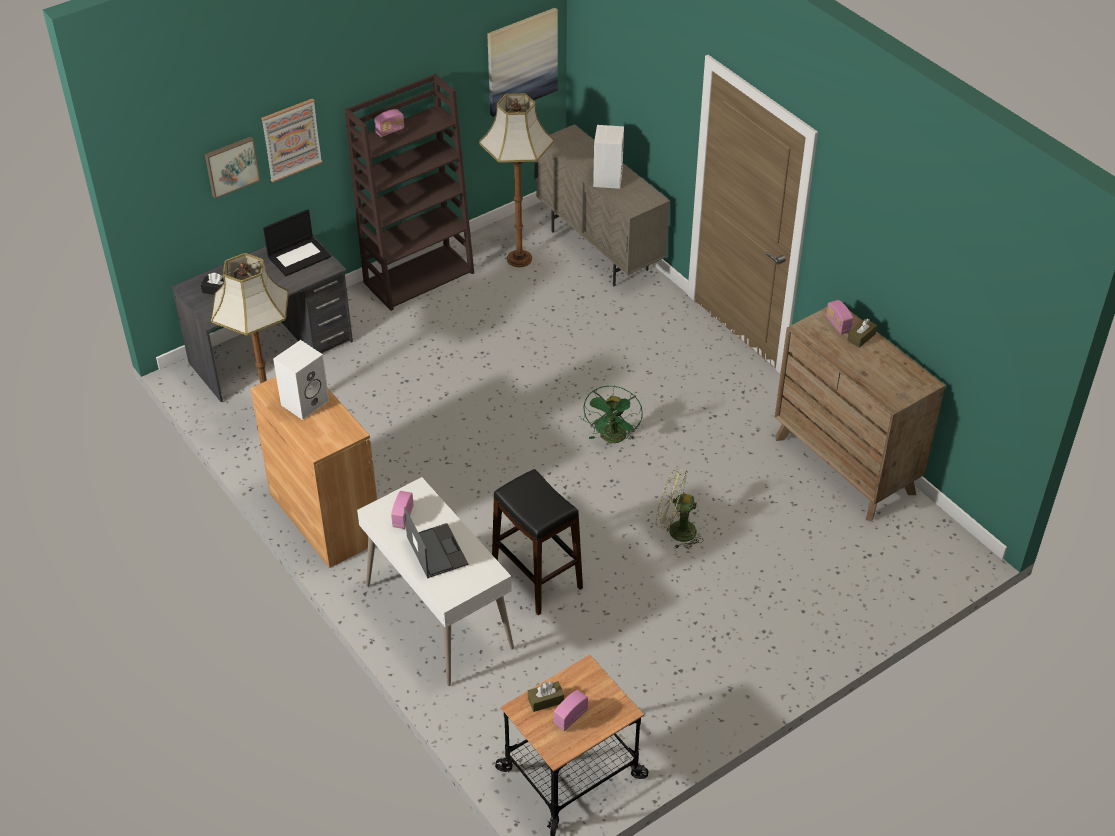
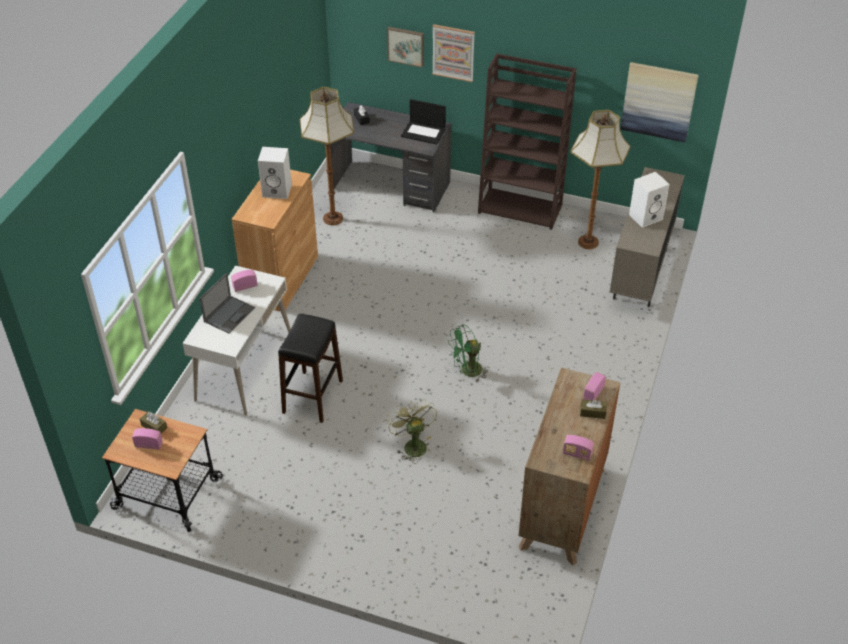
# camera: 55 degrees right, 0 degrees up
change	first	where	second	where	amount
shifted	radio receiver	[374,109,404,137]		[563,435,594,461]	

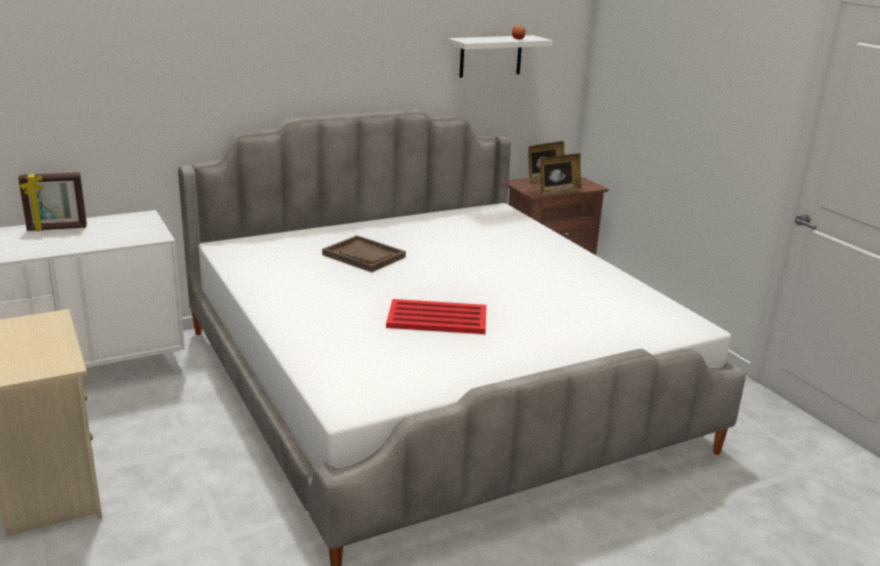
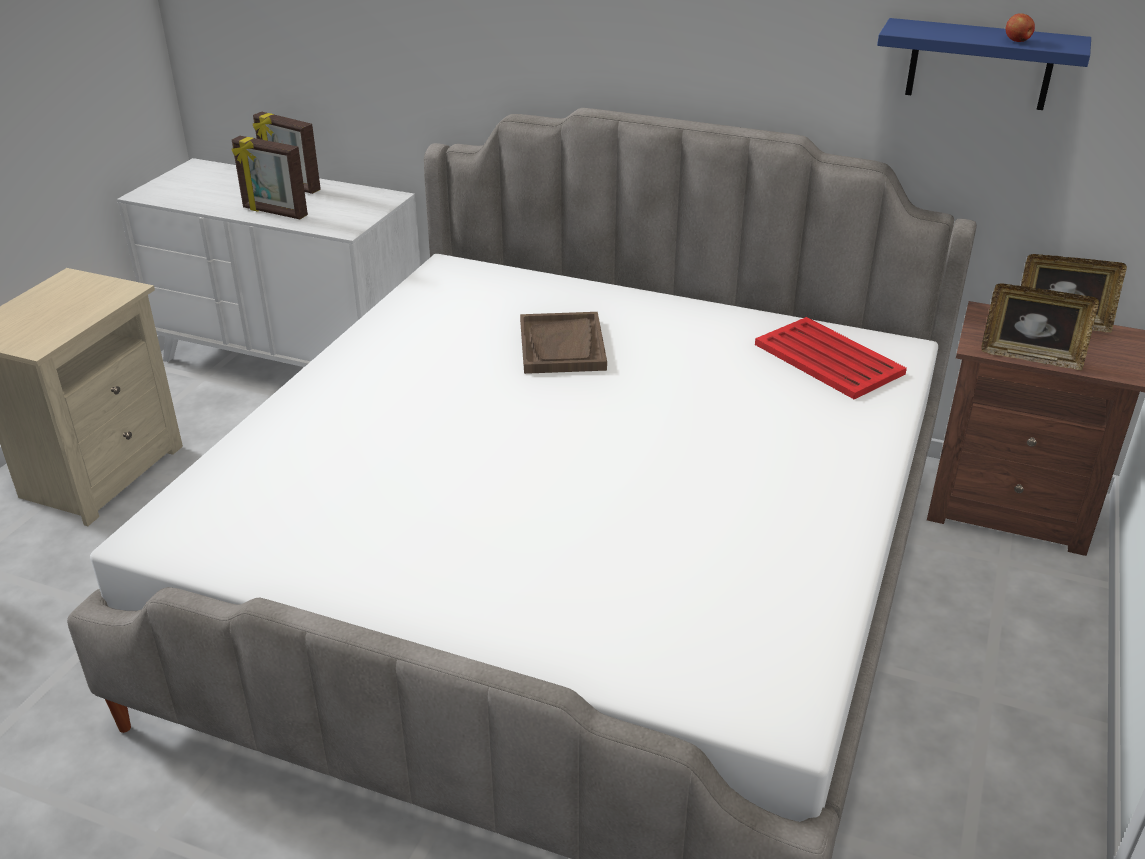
# camera: 50 degrees right, 10 degrees up
change	first	where	second	where	amount
new			standing frame	[232,136,308,219]	
shifted	red tray	[386,299,486,334]		[755,317,907,399]	
repainted	white-coloured shelf	[448,35,553,78]	blue shelf	[877,18,1091,110]	

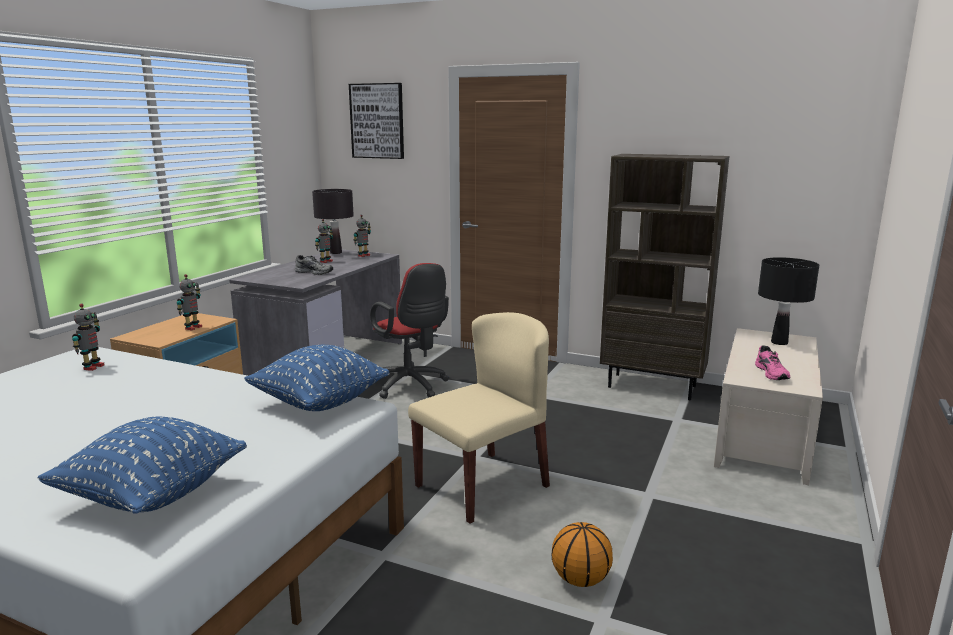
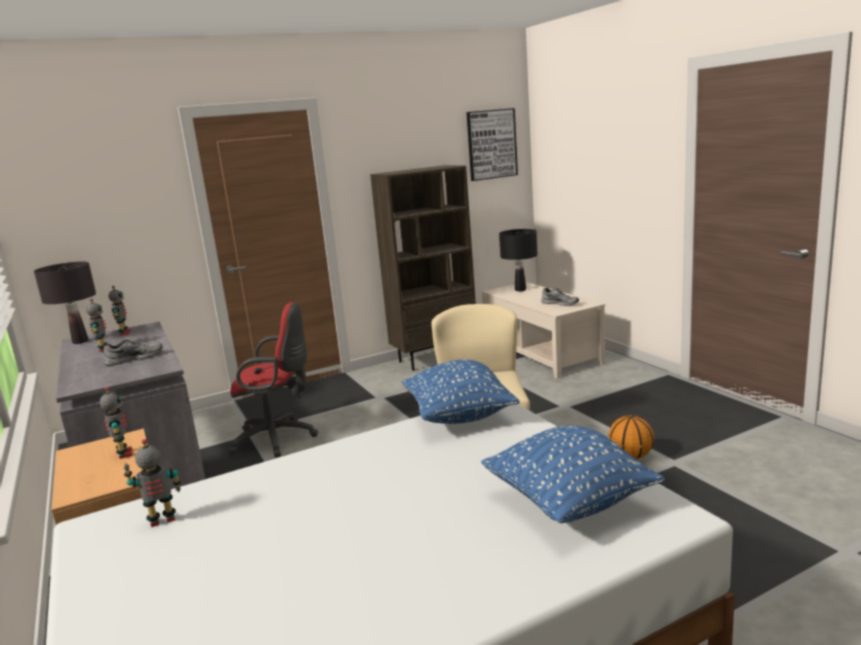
# camera: 50 degrees left, 0 degrees up
change	first	where	second	where	amount
shifted	wall art	[349,83,404,159]		[466,108,518,181]	
repainted	pinkish item of footwear	[755,346,790,380]	greyish item of footwear	[541,288,579,306]	
rotated	robot figure	[72,303,105,371]		[124,439,181,527]	75 degrees counterclockwise

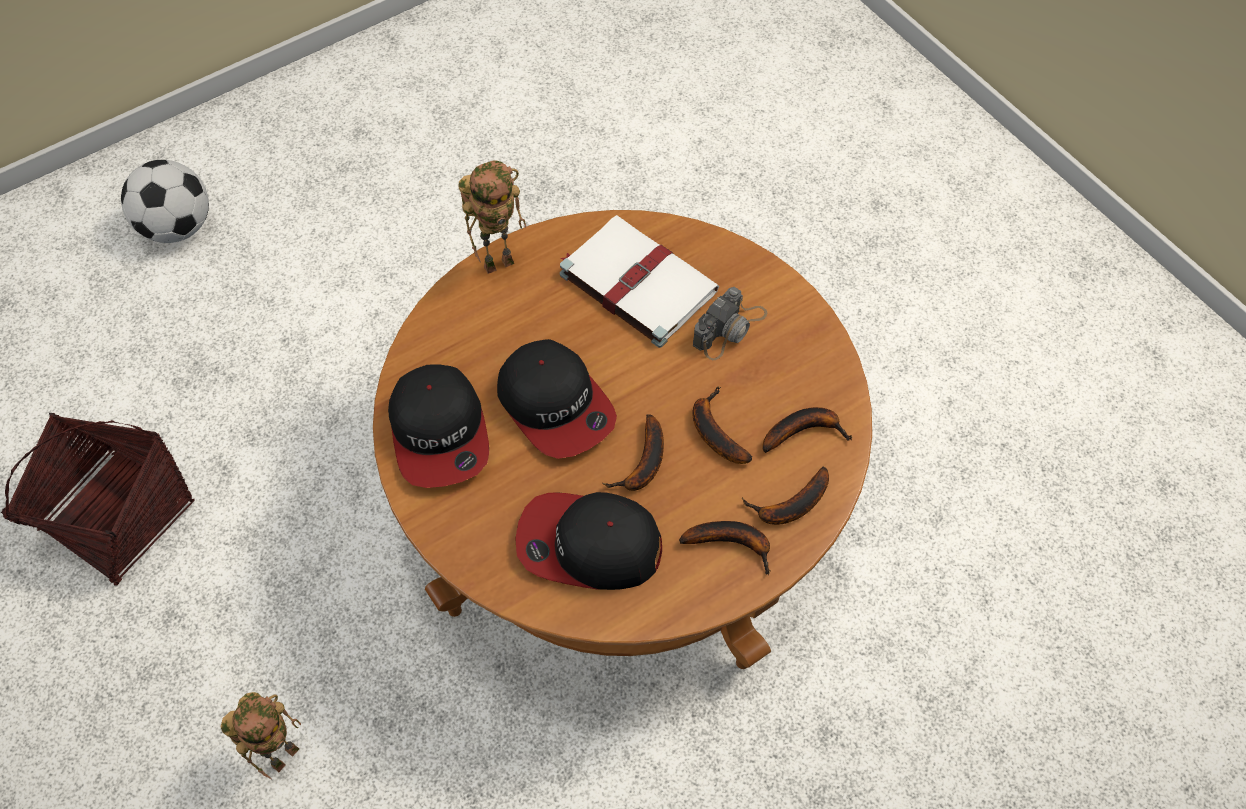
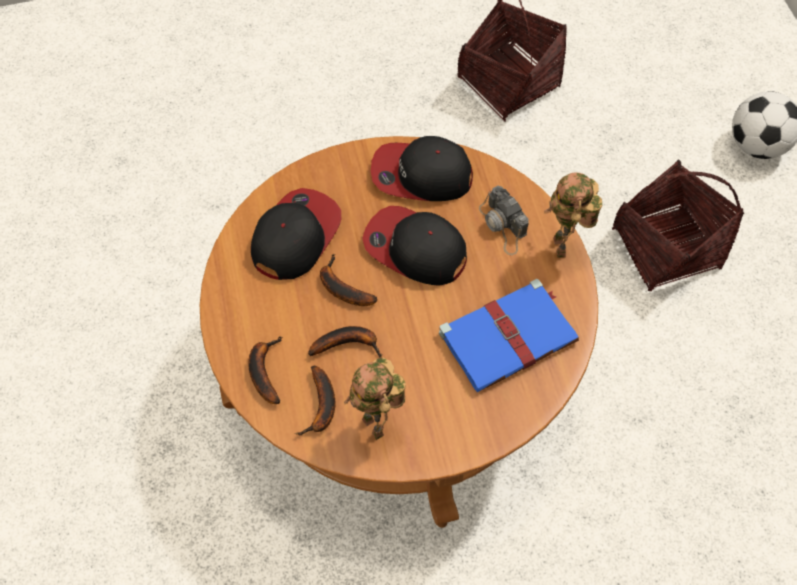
# camera: 110 degrees right, 0 degrees up
change	first	where	second	where	amount
gone	banana	[679,521,770,575]			
new			basket	[612,160,744,291]	
shifted	robot figure	[221,692,301,779]		[344,358,406,440]	
shifted	still camera	[693,287,767,360]		[479,186,529,255]	
repainted	white-coloured volume	[560,215,719,348]	blue volume	[439,279,579,392]	
rotated	baseball cap	[497,339,617,459]		[362,206,467,286]	45 degrees clockwise

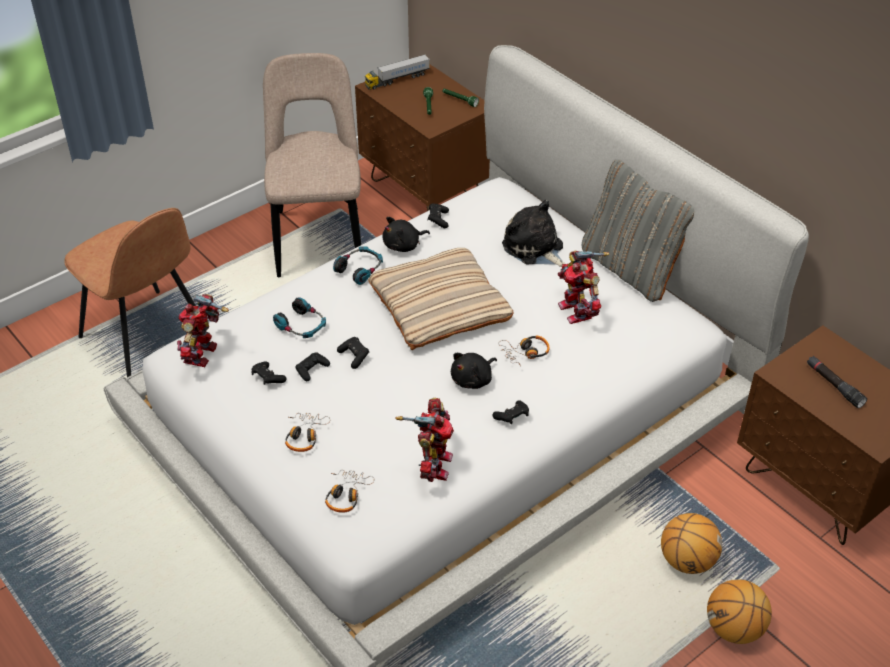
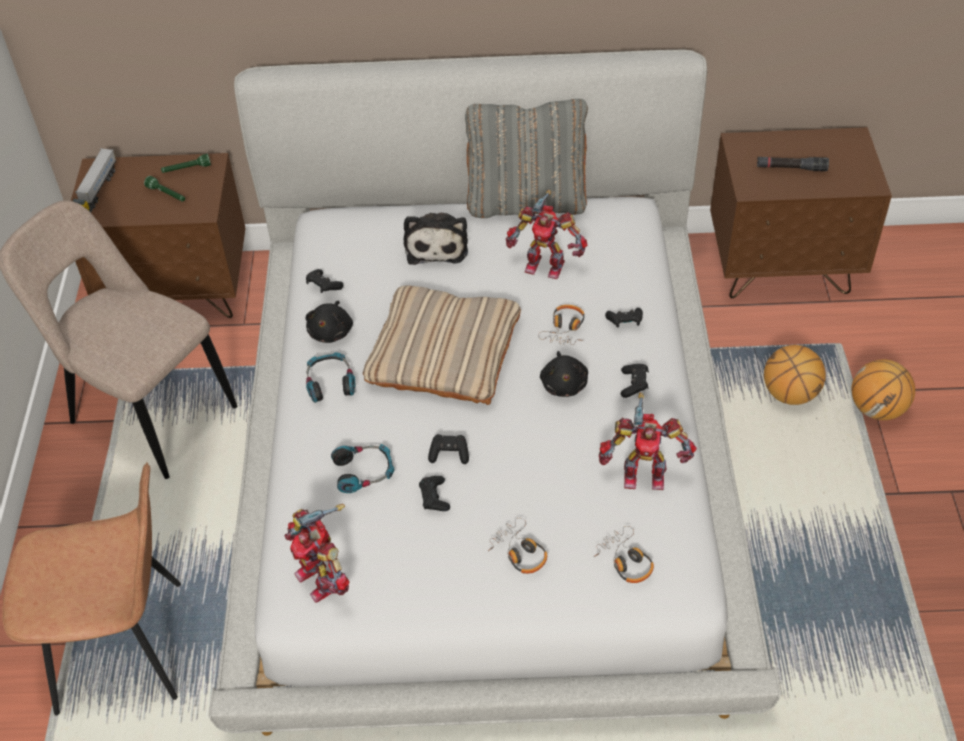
# camera: 50 degrees left, 5 degrees up
change	first	where	second	where	amount
shifted	black-coloured game controller	[252,361,286,385]		[605,308,643,328]	
rotated	robot figure	[396,398,454,482]		[599,392,697,490]	135 degrees clockwise
rotated	cuddly toy	[502,200,565,267]		[404,213,468,265]	90 degrees counterclockwise

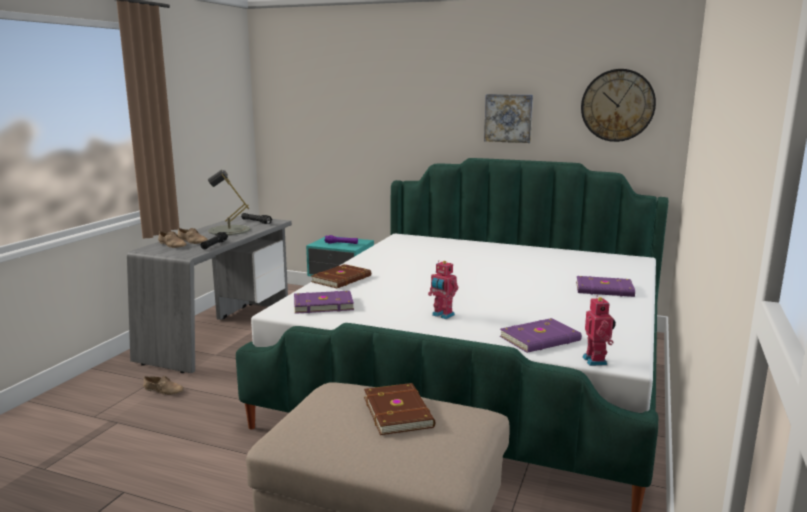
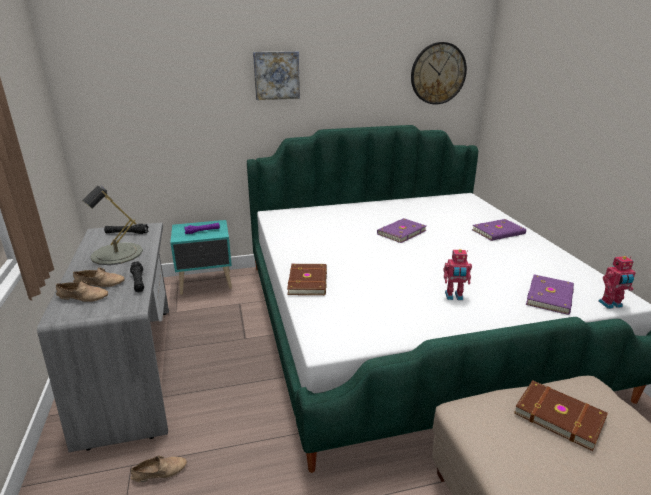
# camera: 35 degrees left, 10 degrees up
change	first	where	second	where	amount
shifted	purple-coloured volume	[294,291,354,314]		[377,218,426,243]	
shifted	wall art	[484,94,533,143]		[253,51,300,100]	
rotated	robot figure	[583,296,616,366]		[599,256,636,309]	120 degrees clockwise

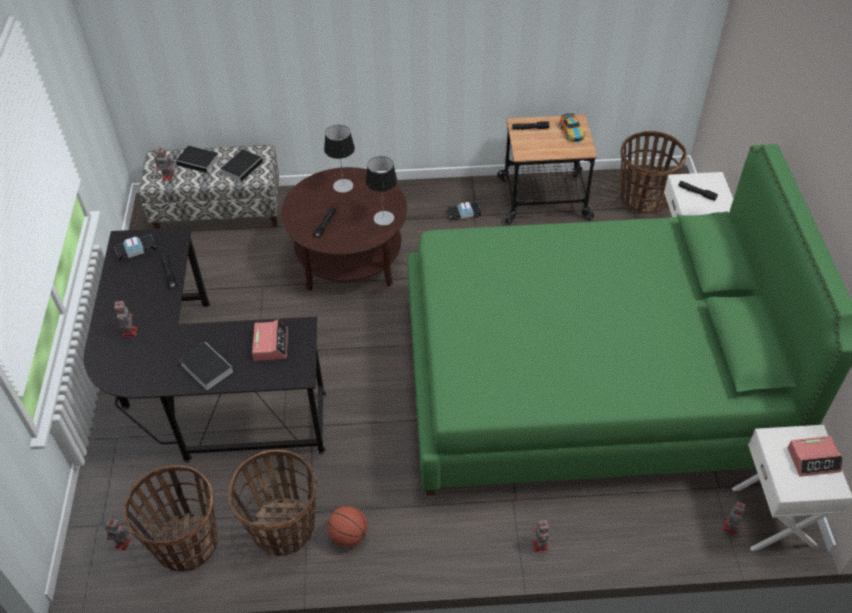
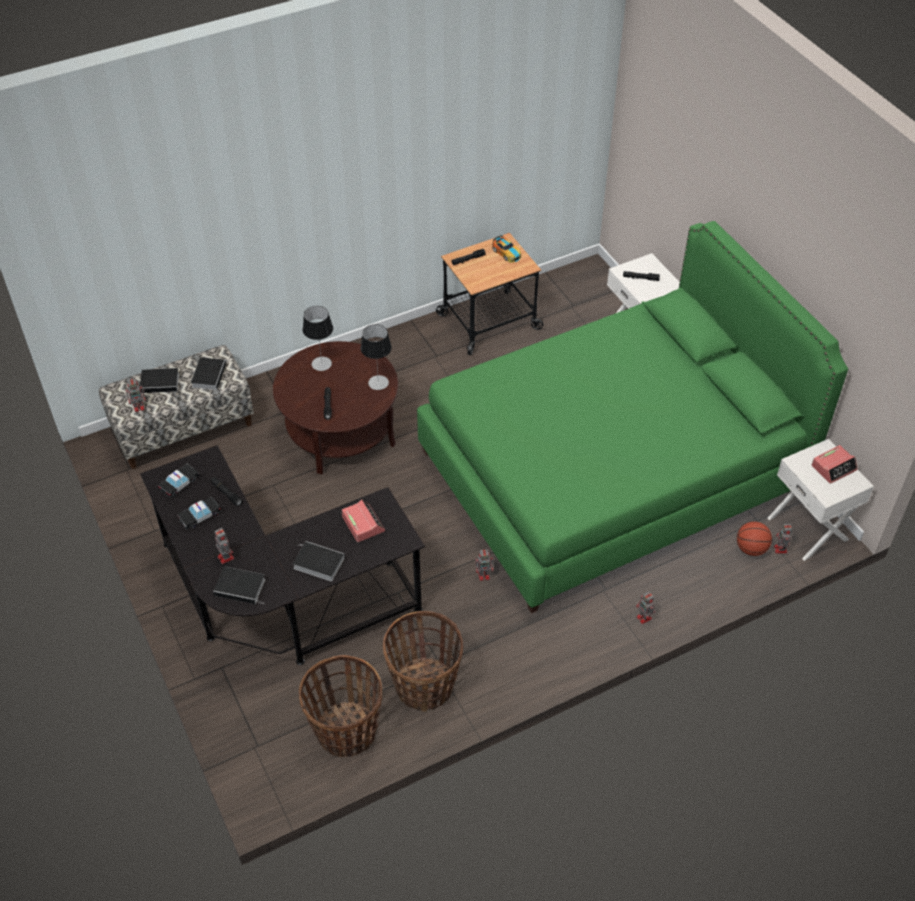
# camera: 25 degrees left, 0 degrees up
change	first	where	second	where	amount
gone	basket	[620,131,687,214]			
new			volume	[213,567,265,604]	
shifted	robot figure	[105,518,131,551]		[475,549,494,581]	
shifted	ball for basketball	[327,506,367,547]		[737,521,772,556]	
shifted	miniature car	[448,202,481,221]		[177,497,221,530]	

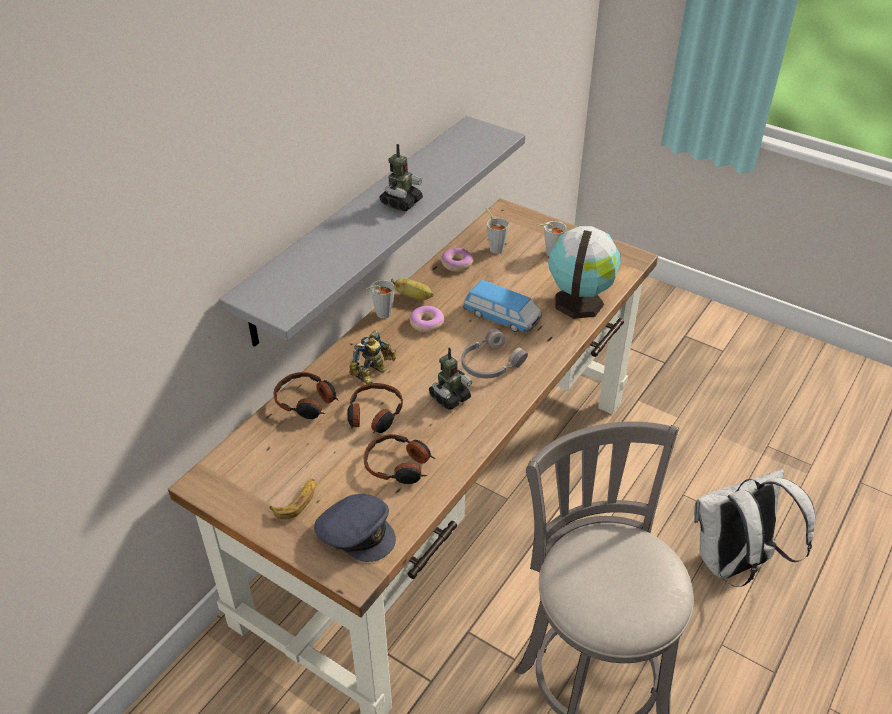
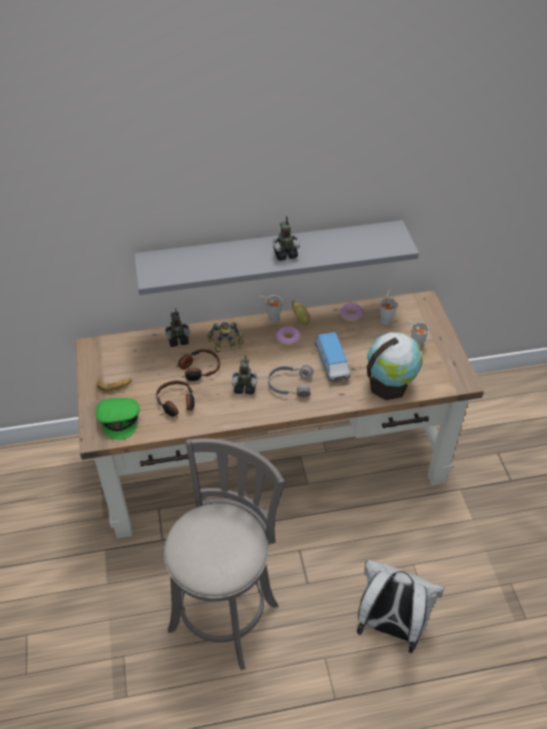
# camera: 45 degrees right, 5 degrees up
change	first	where	second	where	amount
swapped	headset	[273,372,339,419]	robot figure	[165,308,190,347]	
repainted	greyish baseball cap	[314,494,396,562]	green-coloured baseball cap	[96,398,140,440]	

